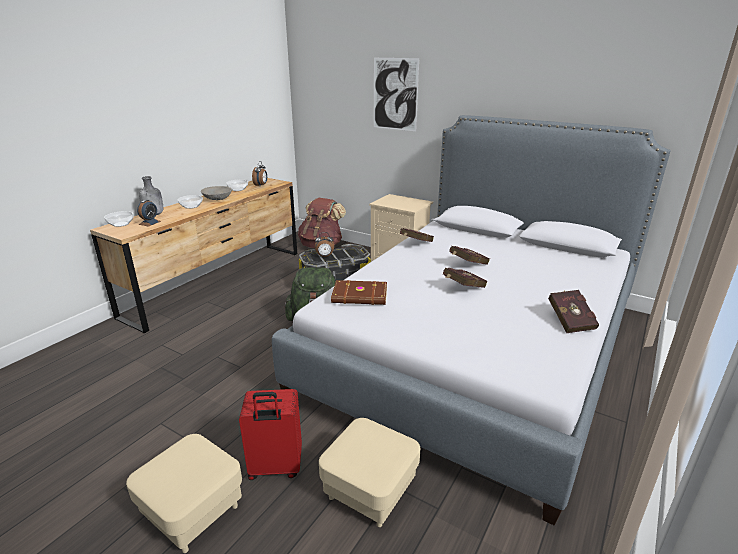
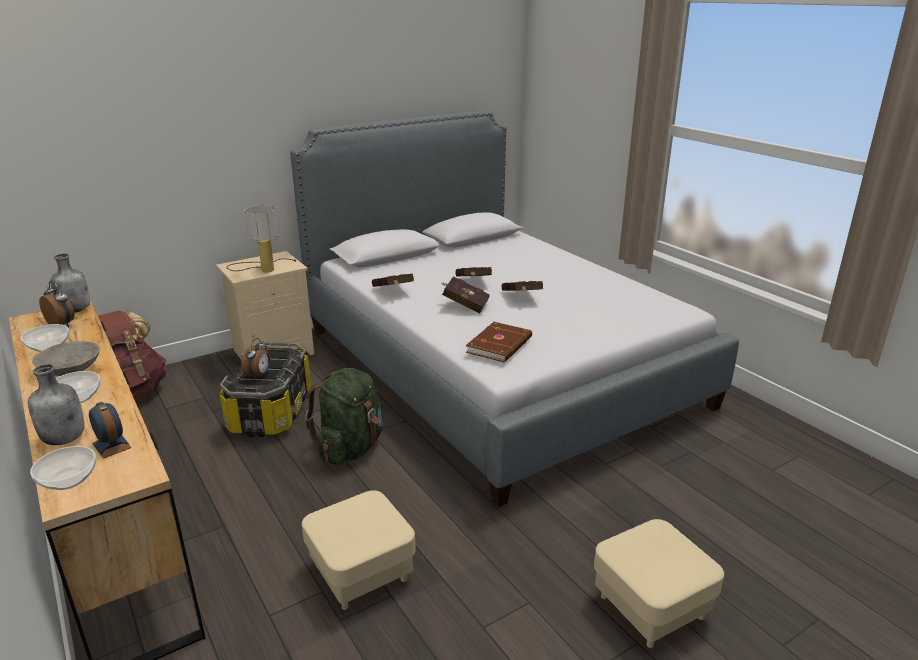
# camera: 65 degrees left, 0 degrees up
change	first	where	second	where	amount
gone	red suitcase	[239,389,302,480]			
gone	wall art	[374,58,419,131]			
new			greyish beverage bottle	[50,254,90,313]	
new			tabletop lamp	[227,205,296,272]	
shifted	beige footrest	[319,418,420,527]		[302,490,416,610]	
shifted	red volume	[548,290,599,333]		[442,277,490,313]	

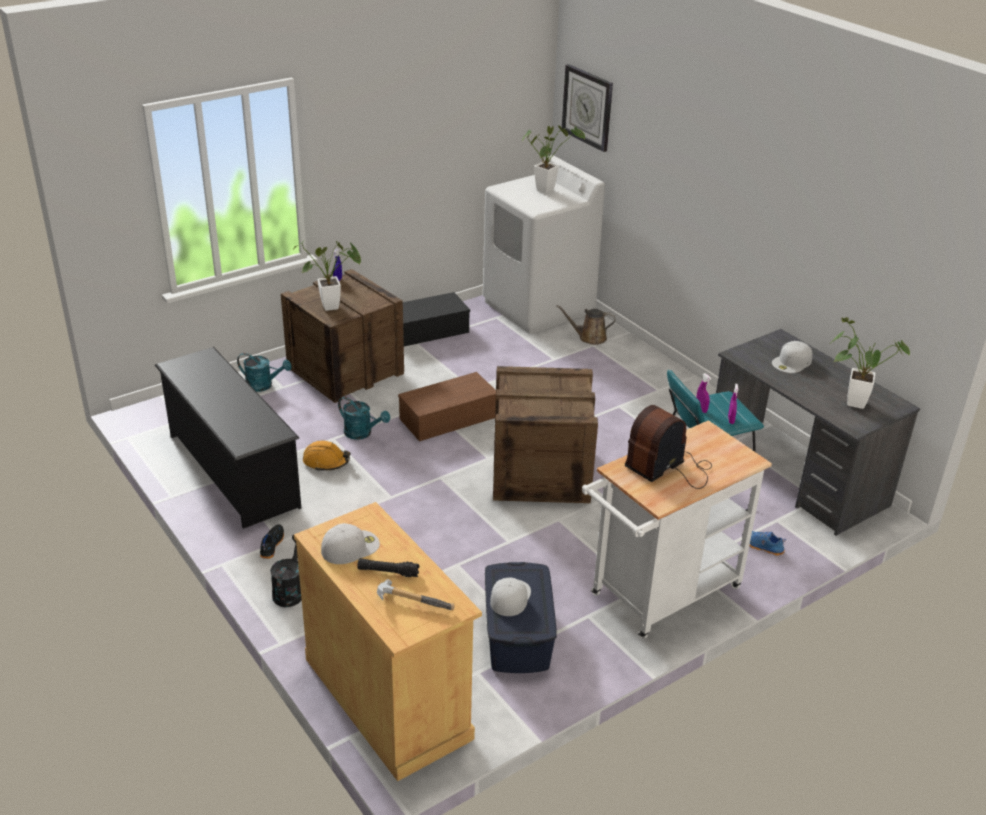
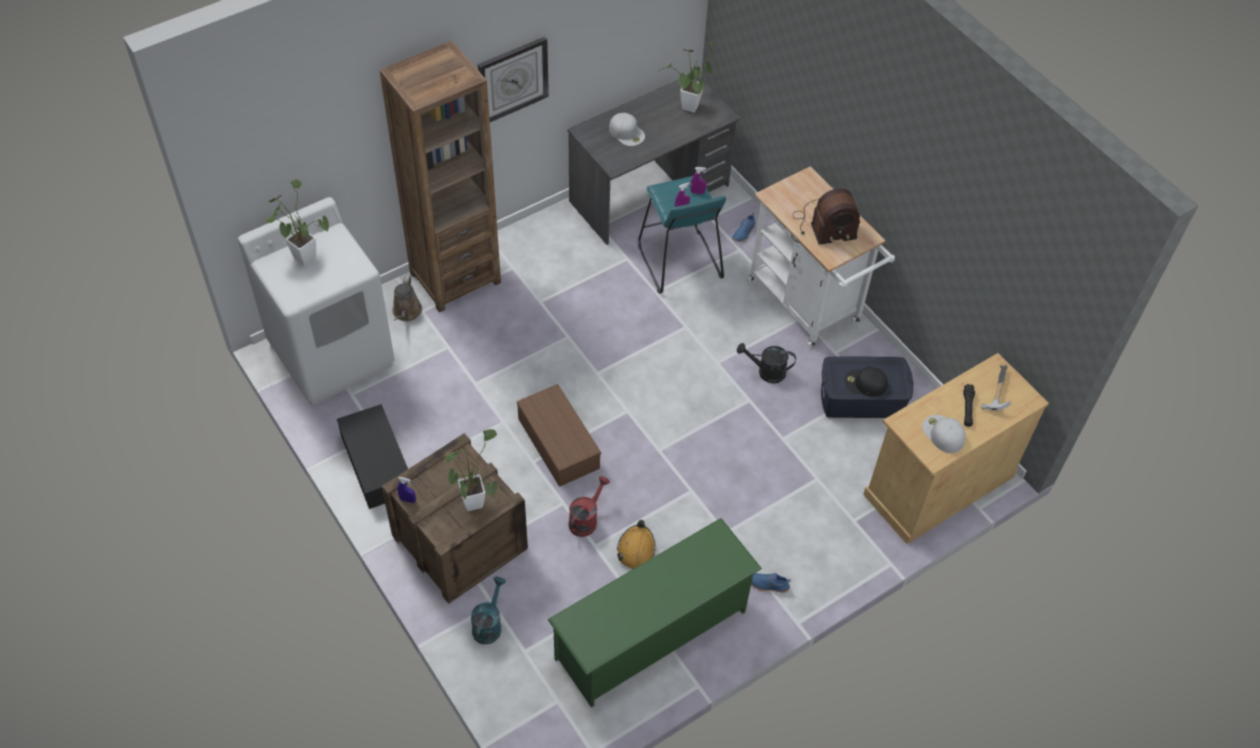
# camera: 90 degrees left, 20 degrees up
change	first	where	second	where	amount
gone	crate	[493,366,598,503]			
new			brownish shelving unit	[379,41,501,313]	
shifted	black-coloured sprinkling can	[270,535,302,607]		[737,343,796,384]	
shifted	hanging clock	[562,64,613,152]		[478,37,549,122]	
repainted	black-coloured shoe stand	[155,347,301,529]	green-coloured shoe stand	[548,518,762,708]	
repainted	black-coloured item of footwear	[260,524,284,559]	blue item of footwear	[751,573,791,593]	
repainted	blue-green sprinkling can	[338,397,390,440]	red sprinkling can	[568,476,610,537]	
repainted	white-coloured baseball cap	[490,578,531,616]	black-coloured baseball cap	[844,366,888,397]	
rotated	radio receiver	[624,405,712,489]		[793,188,860,245]	60 degrees counterclockwise

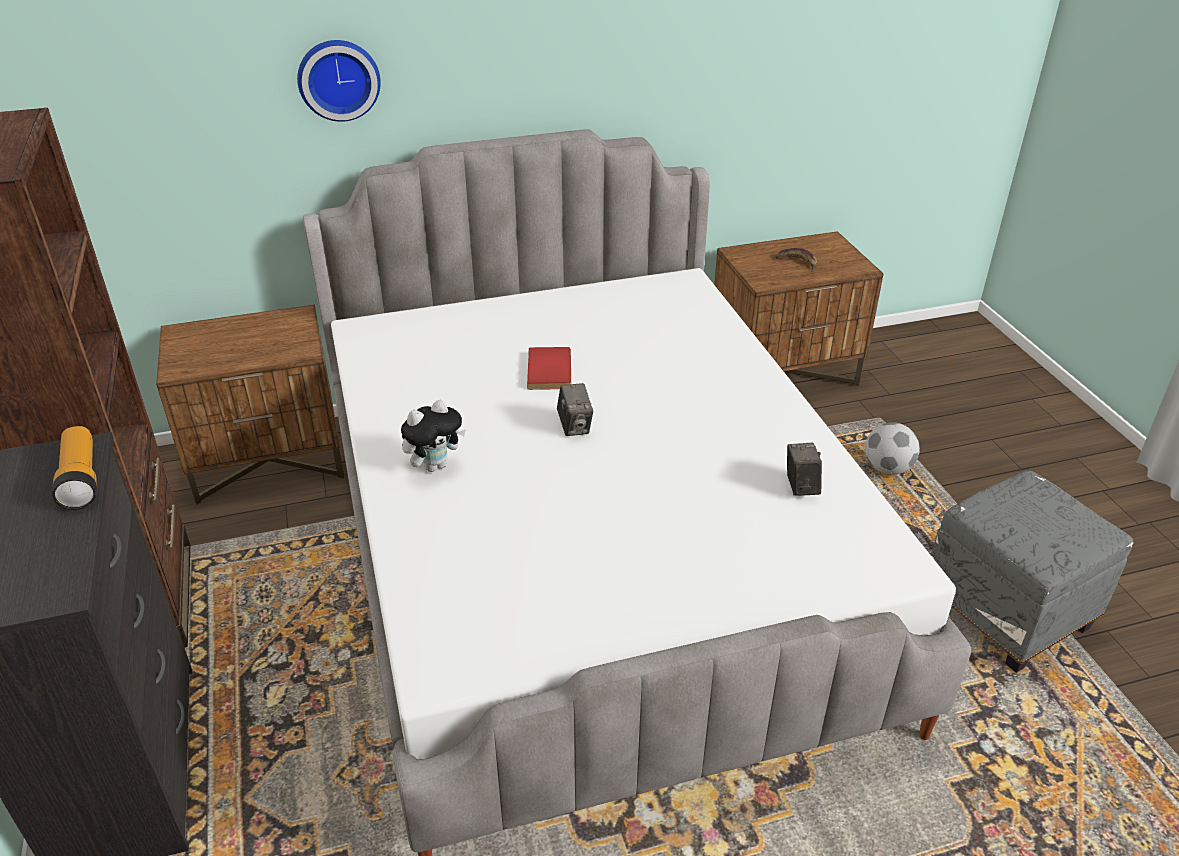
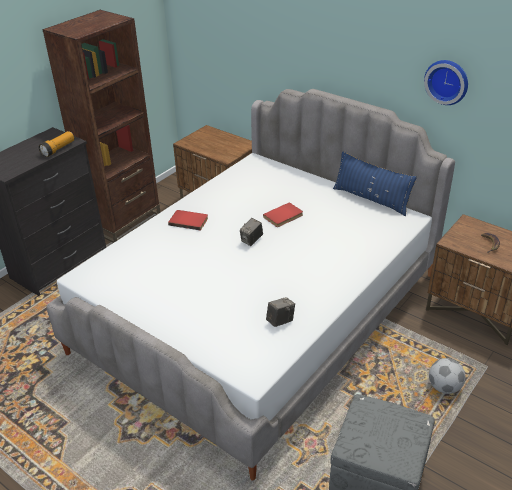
# camera: 55 degrees right, 0 degrees up
change	first	where	second	where	amount
new			blue throw pillow	[333,151,417,216]	
shifted	hanging clock	[297,40,381,122]		[424,60,468,105]	
swapped	cuddly toy	[401,400,466,472]	red volume	[168,210,208,231]	

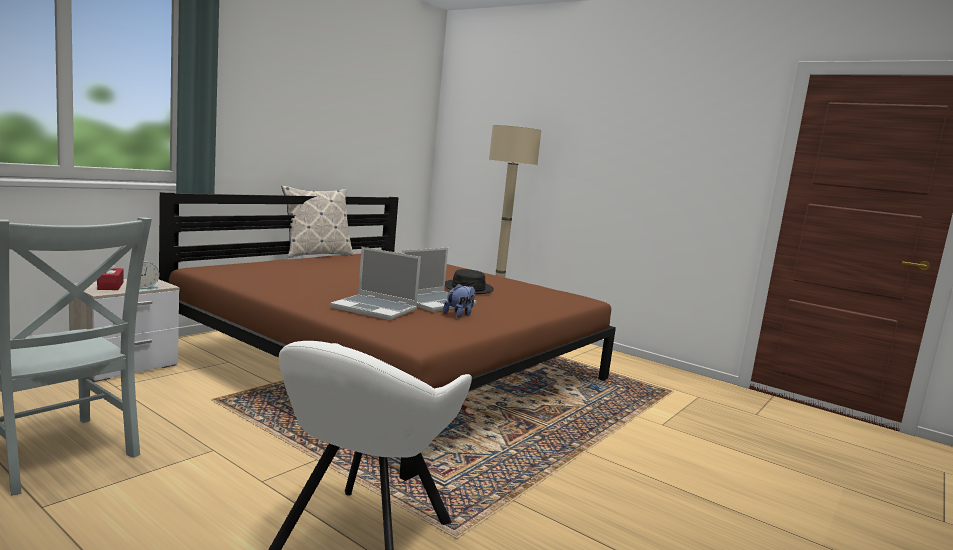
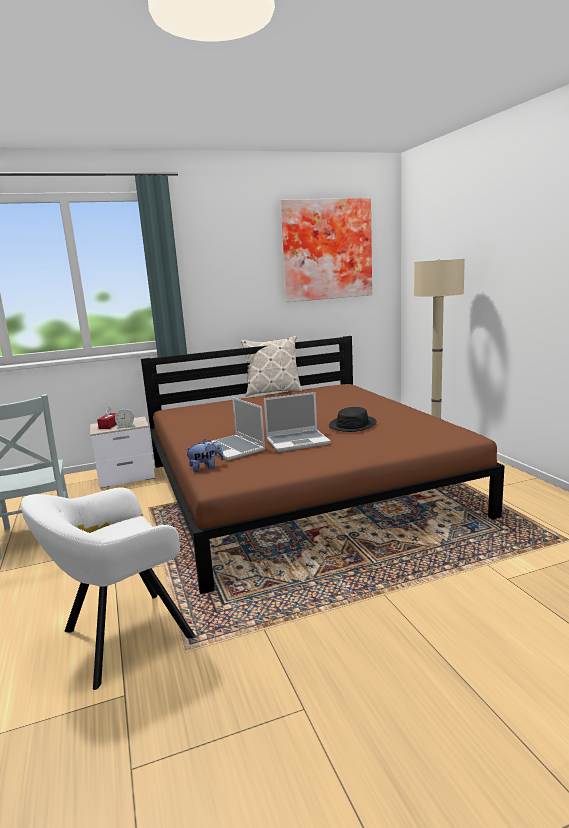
# camera: 35 degrees right, 5 degrees up
change	first	where	second	where	amount
new			wall art	[281,198,372,302]	
shifted	cuddly toy	[443,283,475,318]		[186,439,224,472]	

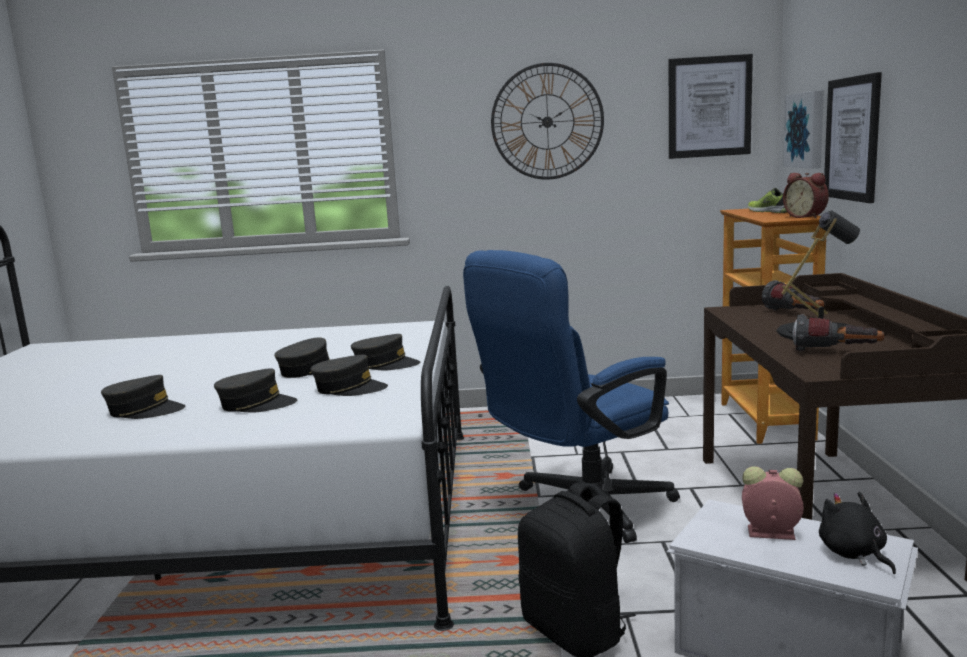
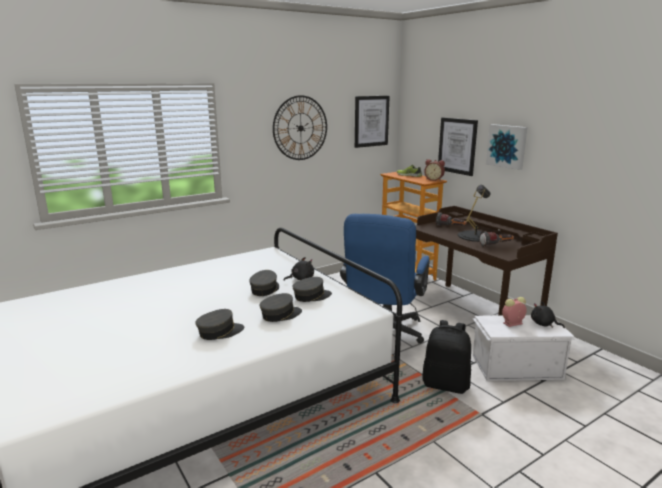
# camera: 35 degrees left, 5 degrees up
change	first	where	second	where	amount
shifted	wall art	[783,90,824,169]		[486,124,528,170]	
swapped	greyish baseball cap	[351,334,420,370]	black-coloured cuddly toy	[284,257,314,281]	

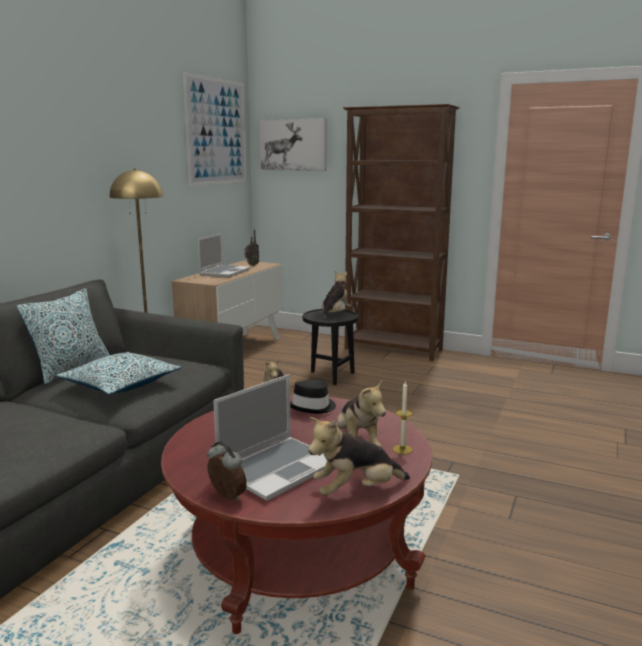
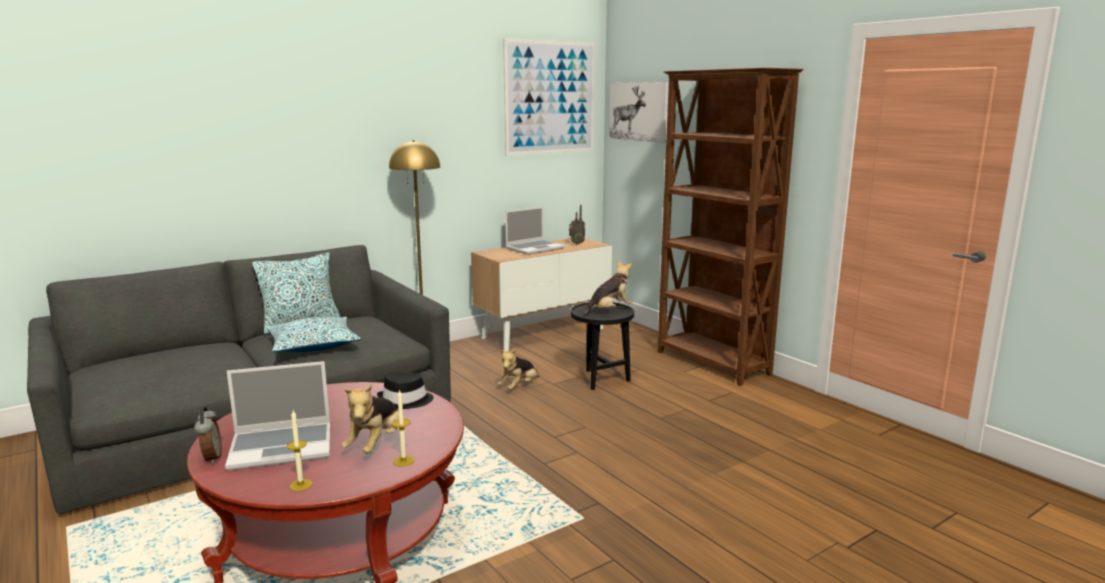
# camera: 30 degrees right, 0 degrees up
change	first	where	second	where	amount
swapped	cuddly toy	[308,417,410,496]	wax candle	[287,410,313,491]	

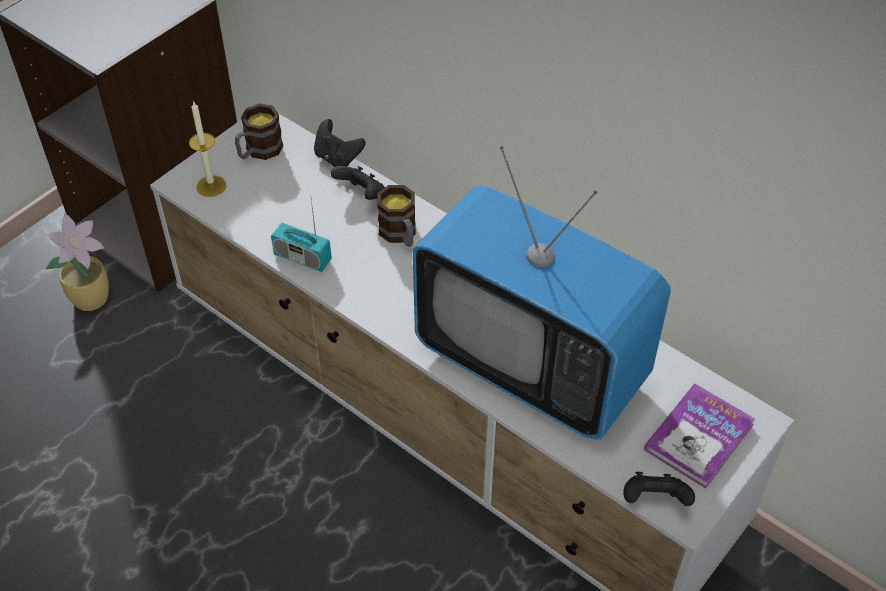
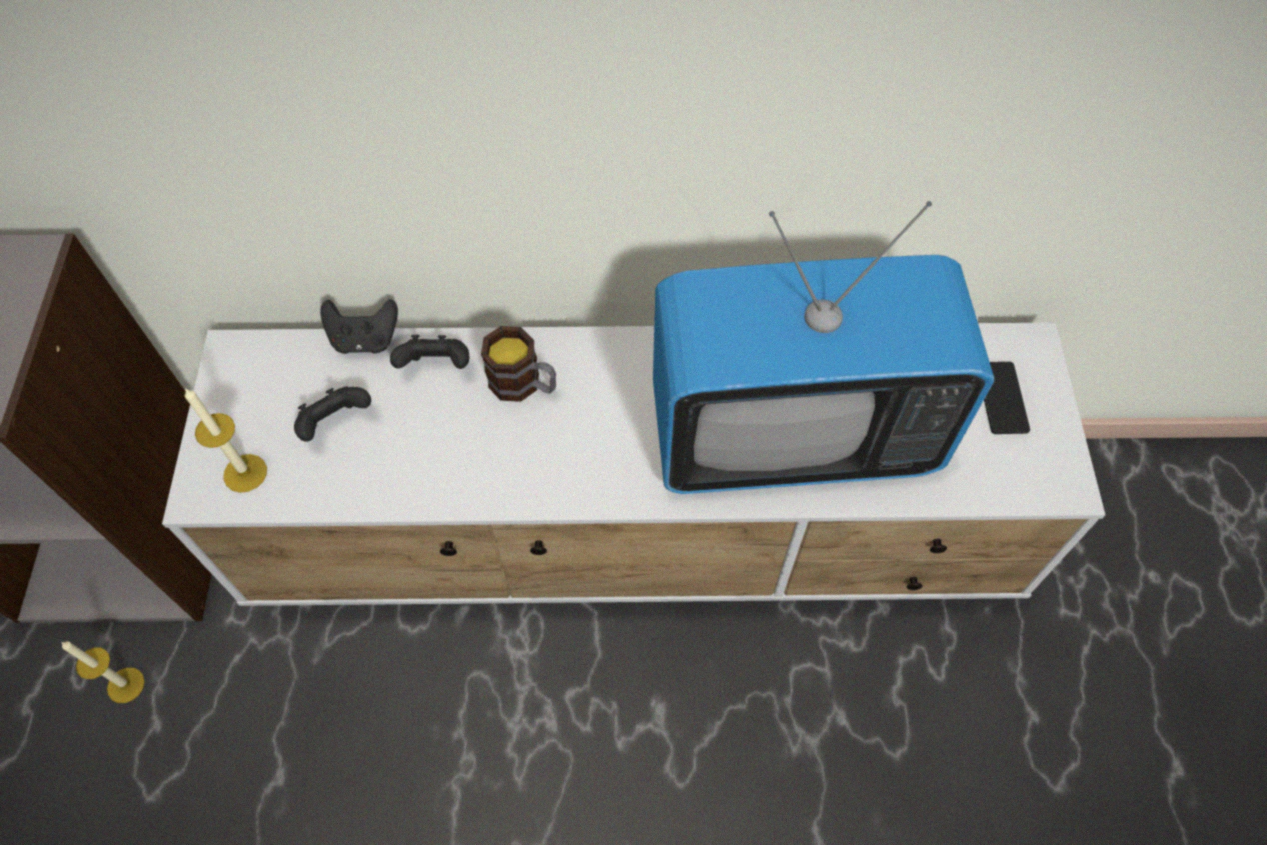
# camera: 40 degrees left, 10 degrees up
change	first	where	second	where	amount
gone	mug	[235,103,283,160]			
gone	radio receiver	[271,200,332,272]			
shifted	black-coloured game controller	[623,472,695,506]		[294,386,371,442]	
swapped	plant in a pot	[45,213,109,311]	wax candle	[61,641,145,703]	
swapped	volume	[644,383,755,489]	handset	[984,362,1030,434]	

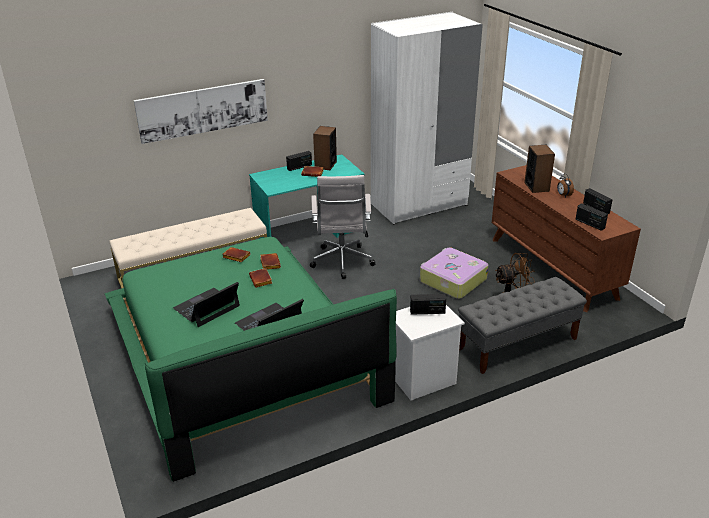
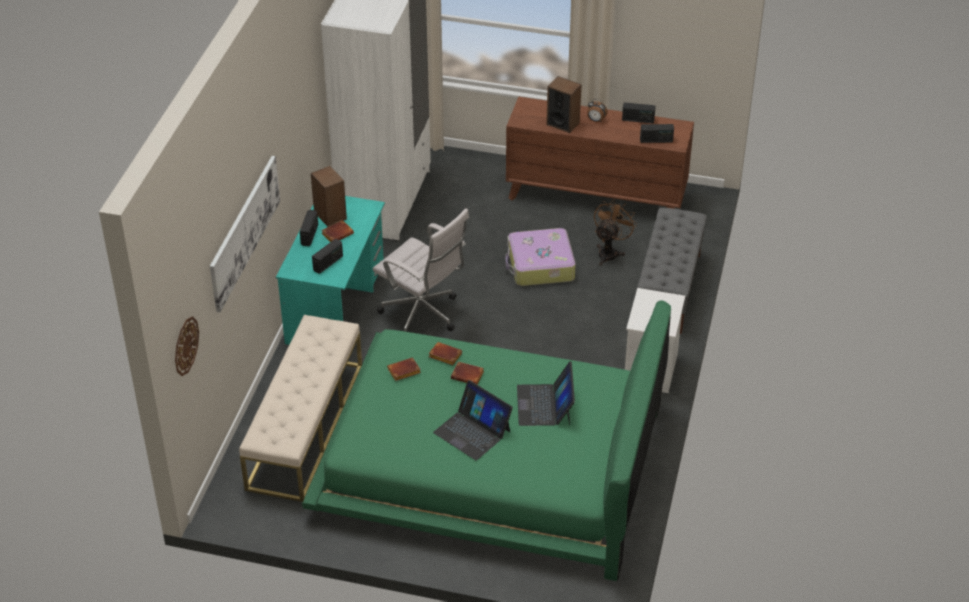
# camera: 50 degrees left, 10 degrees up
change	first	where	second	where	amount
new			hanging clock	[175,316,199,376]	
shifted	radio receiver	[410,294,446,315]		[312,239,343,274]	
rotated	notebook computer	[173,282,240,327]		[433,380,513,460]	45 degrees counterclockwise

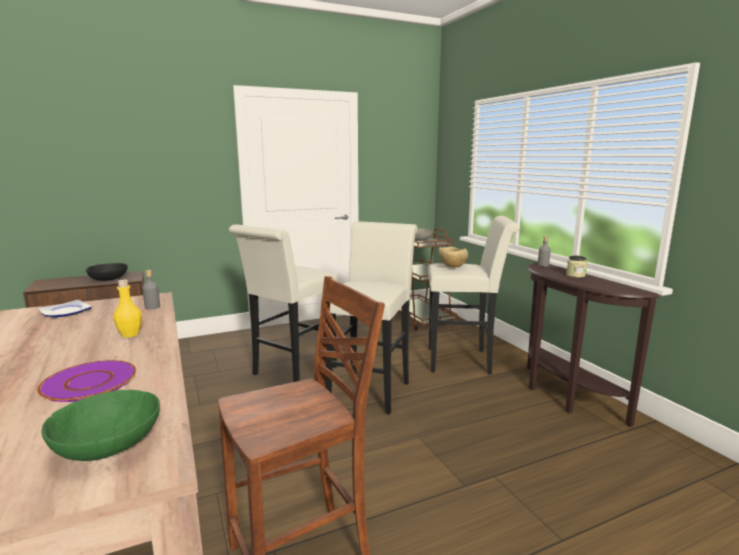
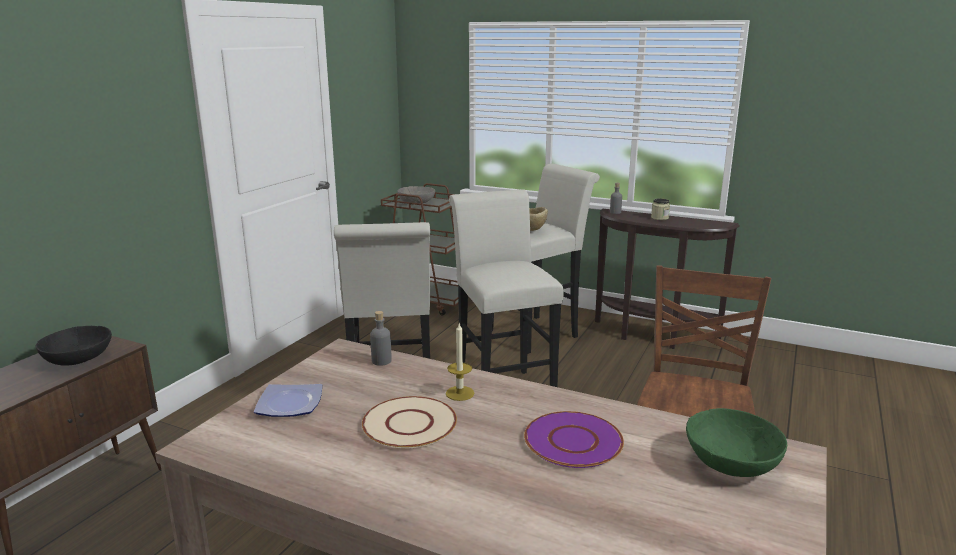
# camera: 40 degrees left, 5 degrees up
change	first	where	second	where	amount
new			beige flat dish	[362,396,457,449]	
swapped	yellowish beverage bottle	[113,280,142,338]	wax candle	[446,322,475,401]	

